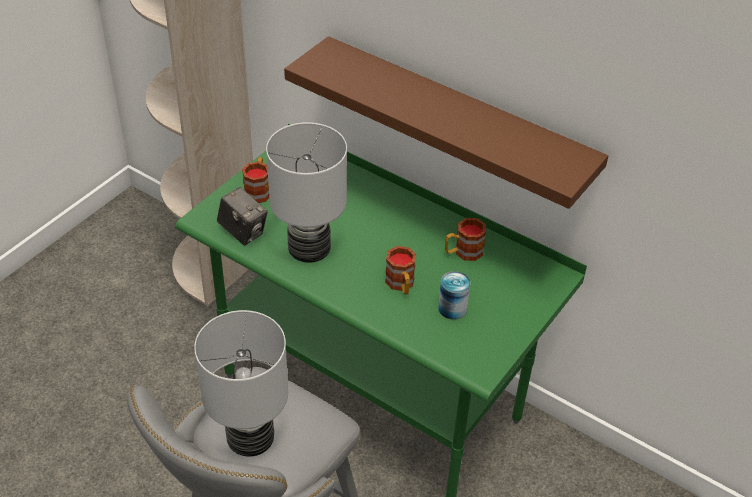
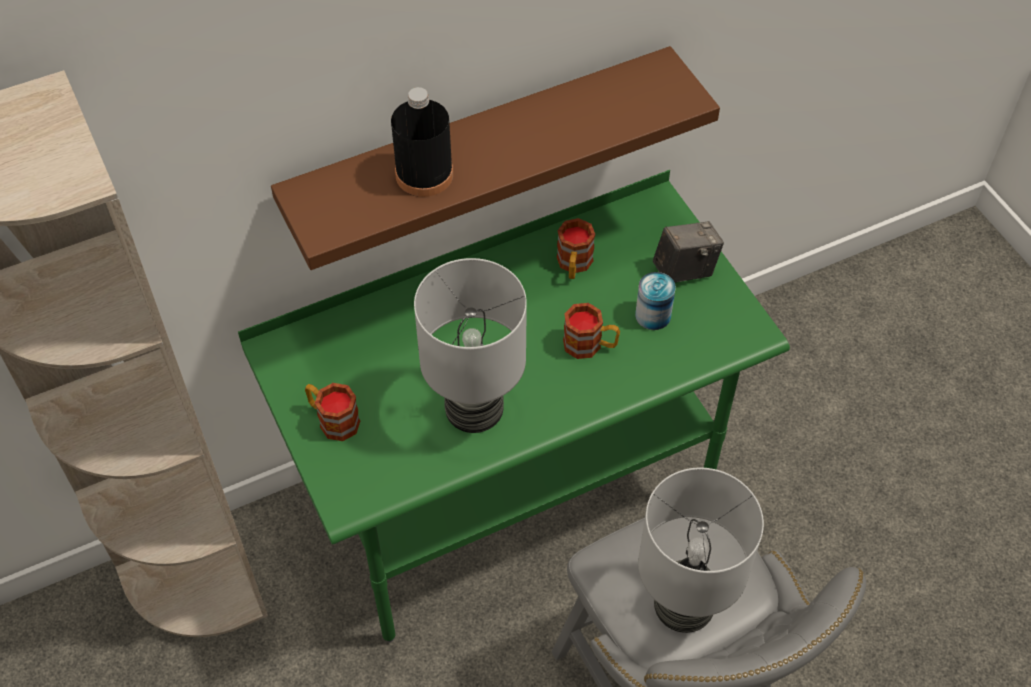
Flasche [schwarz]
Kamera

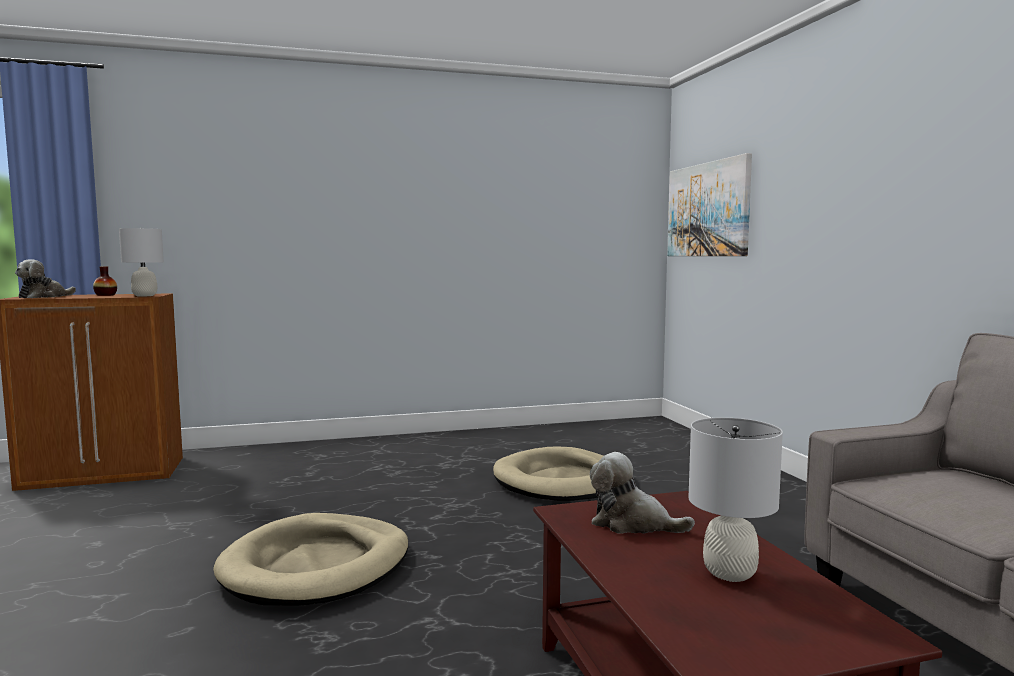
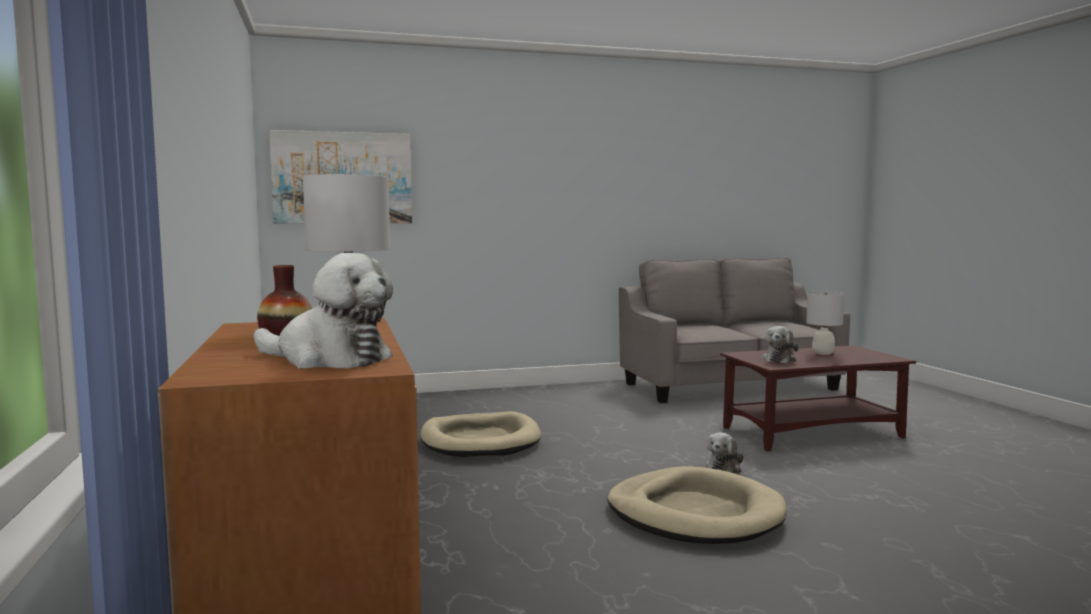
Plüschtier (no. 2 from left)

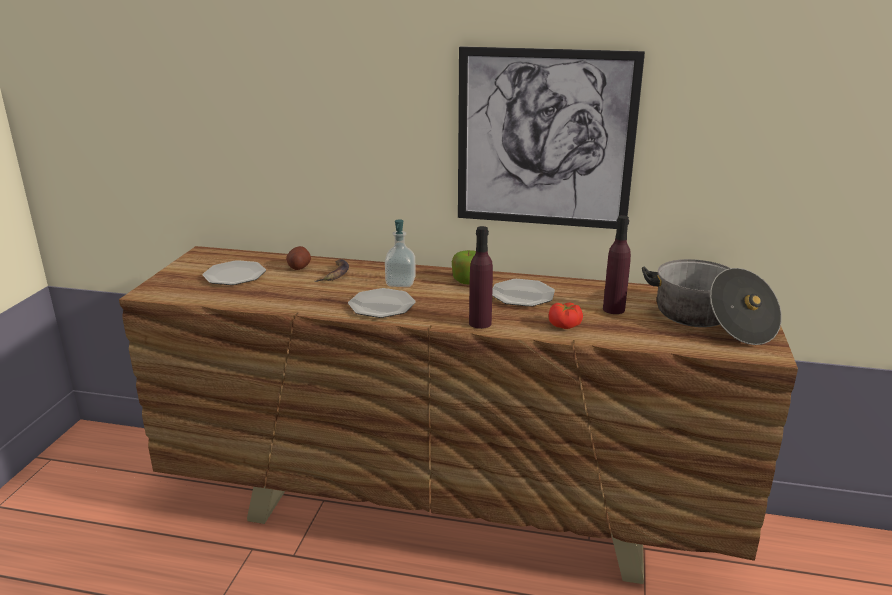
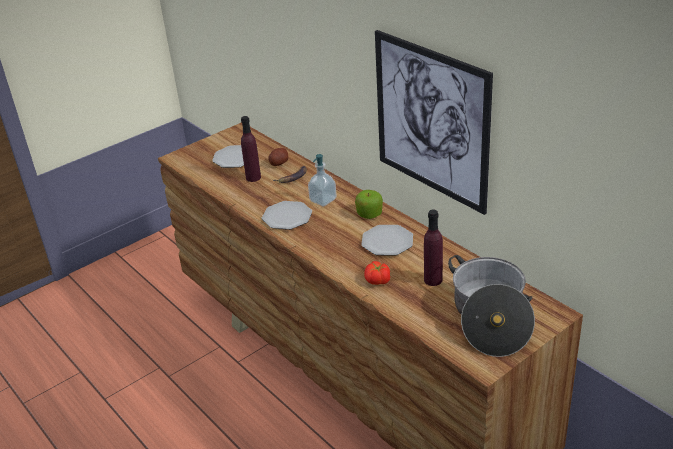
Flasche [lila] (no. 1 from left)

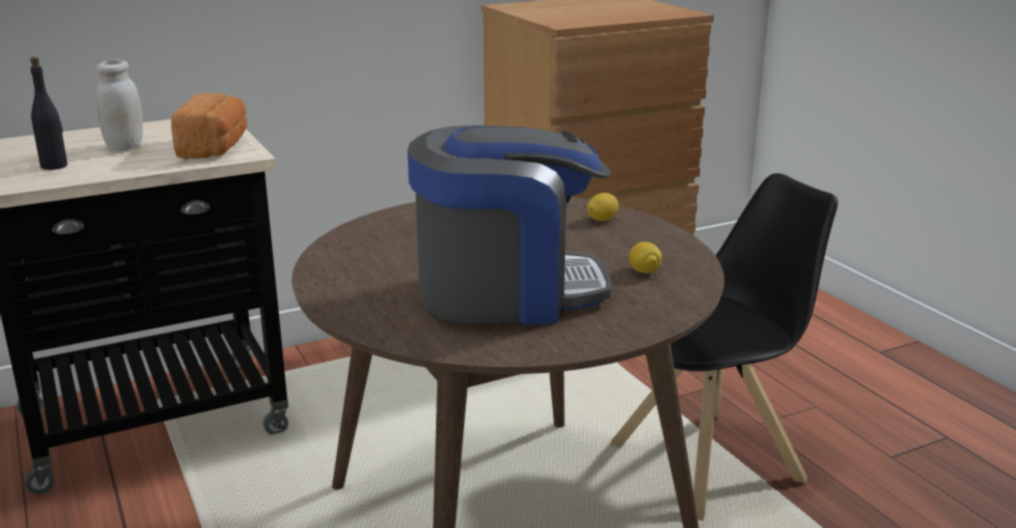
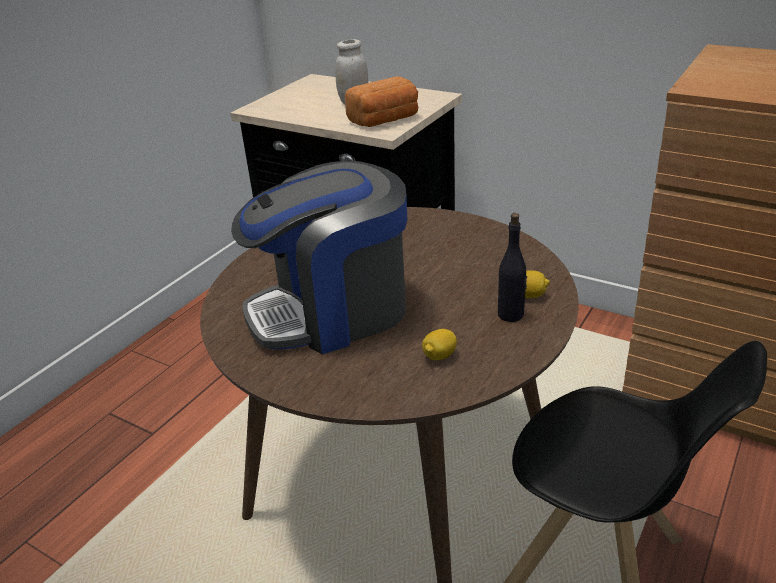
Kaffeemaschine
Flasche [schwarz]

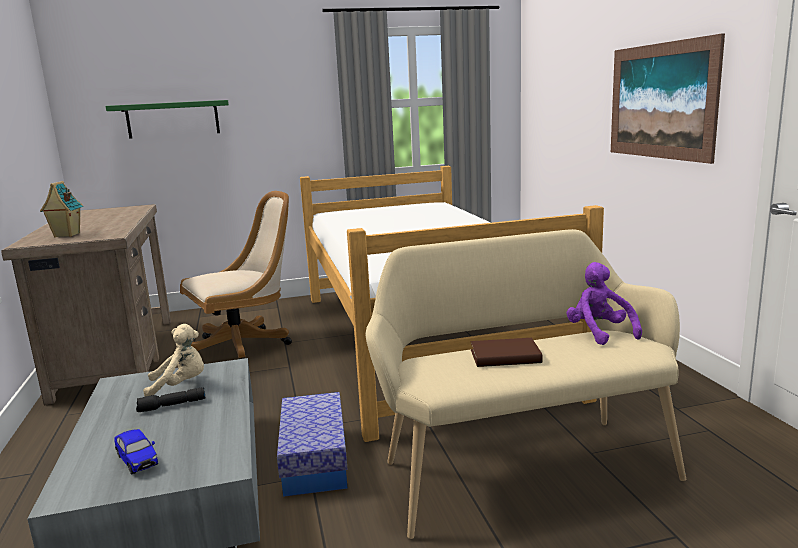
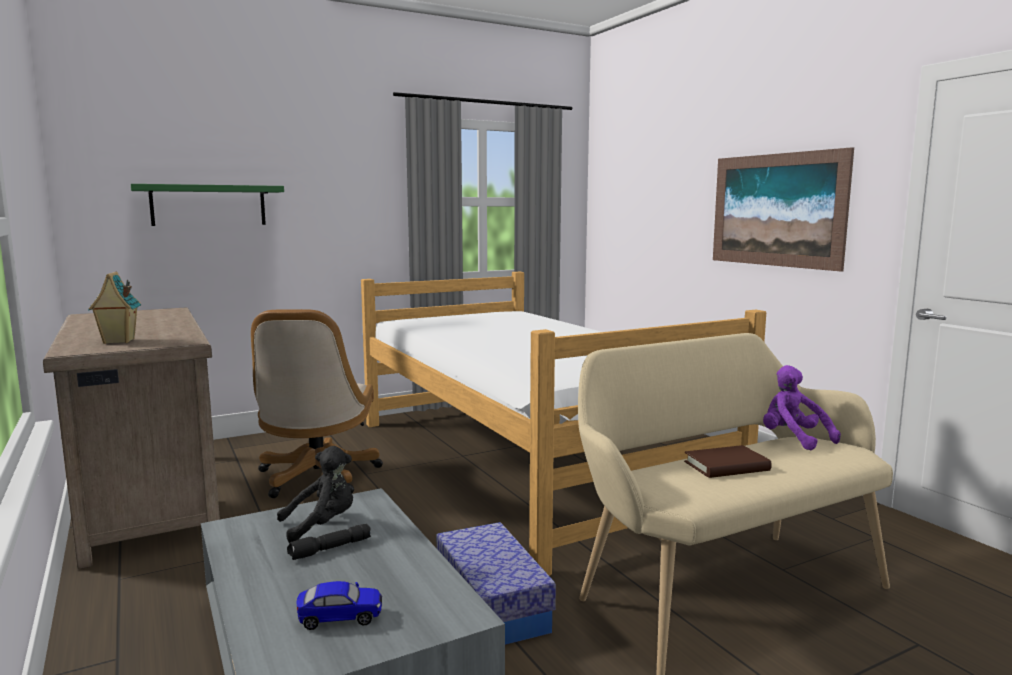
Bürostuhl
Plüschtier [schwarz]
Spielzeugauto

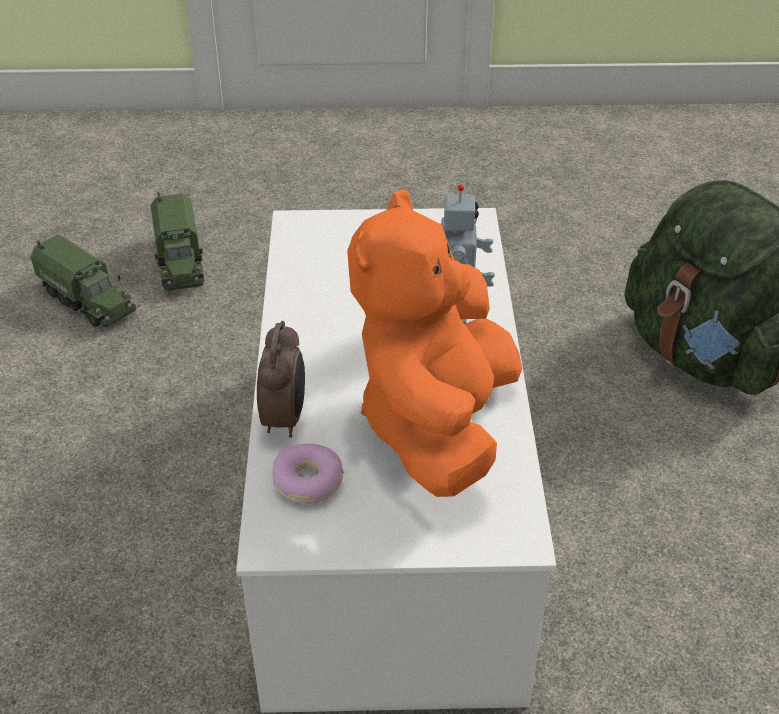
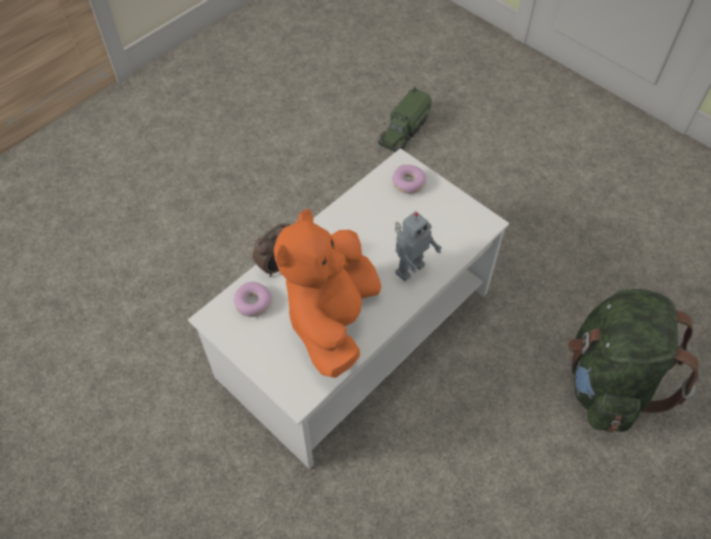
Plüschtier [orange]
Donut (no. 2 from left)
Spielzeuglaster (no. 1 from left in the first image)

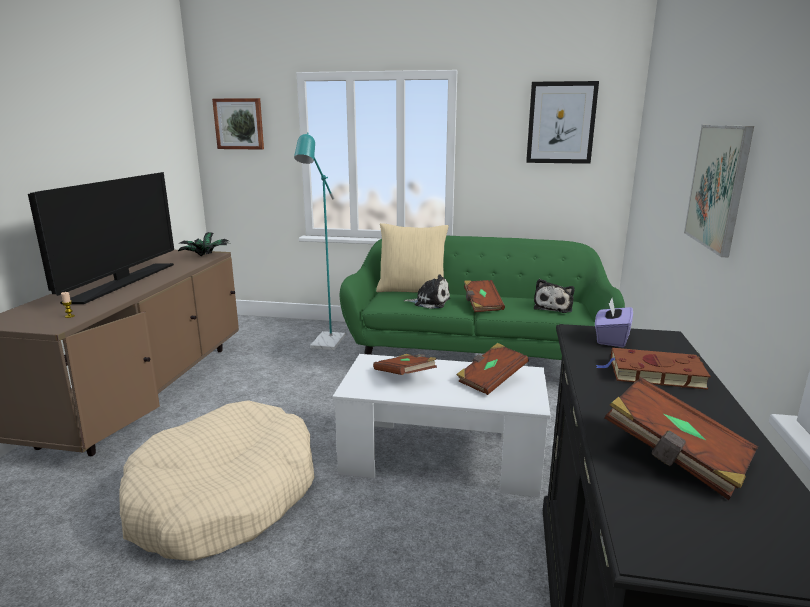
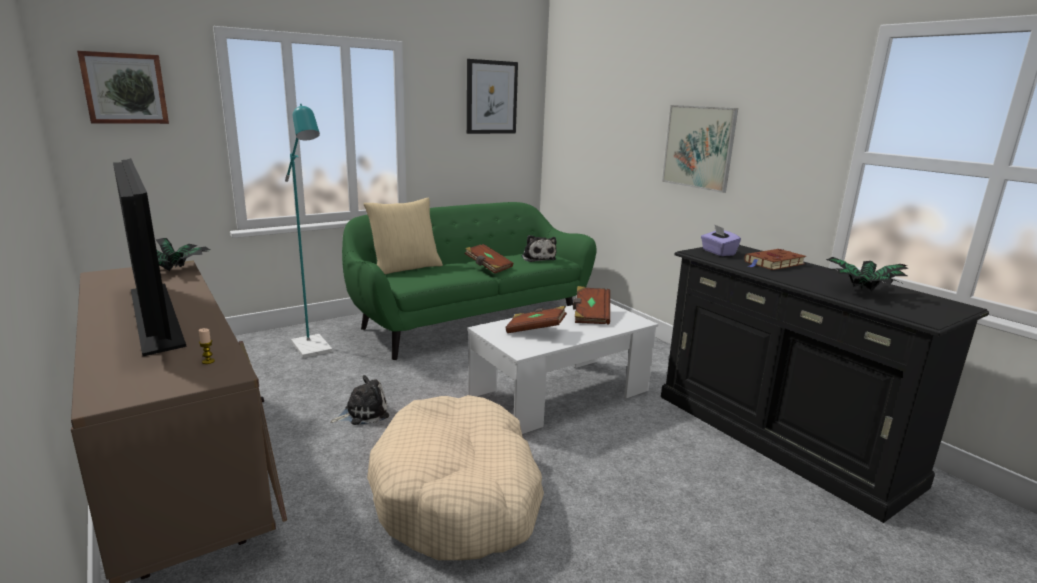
Plüschtier (no. 1 from left)
Topfpflanze (no. 2 from left)

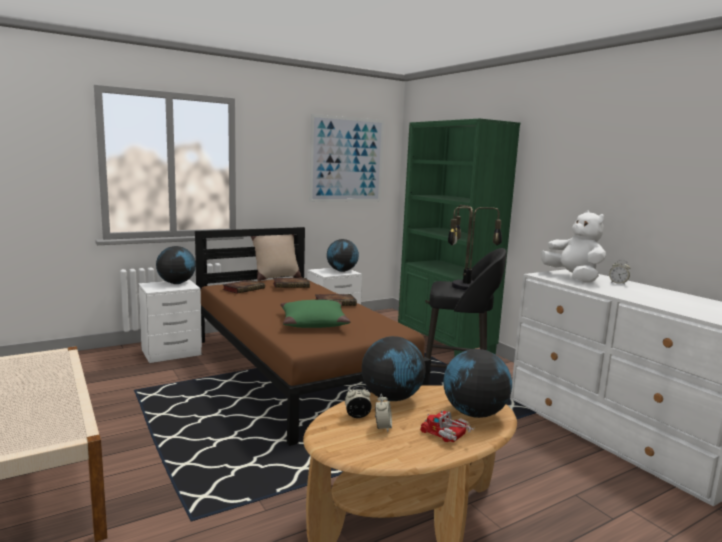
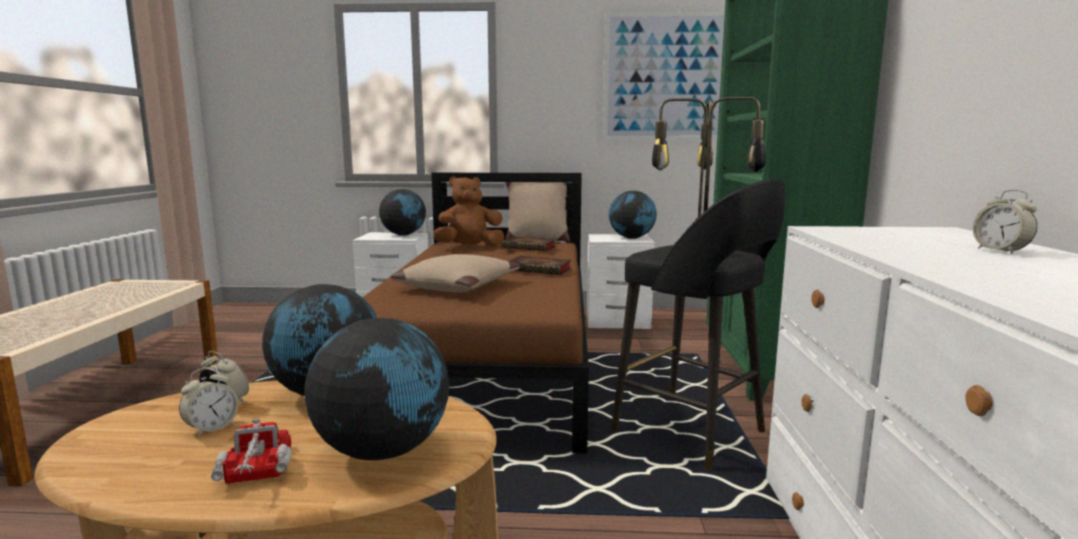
Kissen [beige] (no. 1 from left)
Plüschtier [braun]
Plüschtier [weiß]

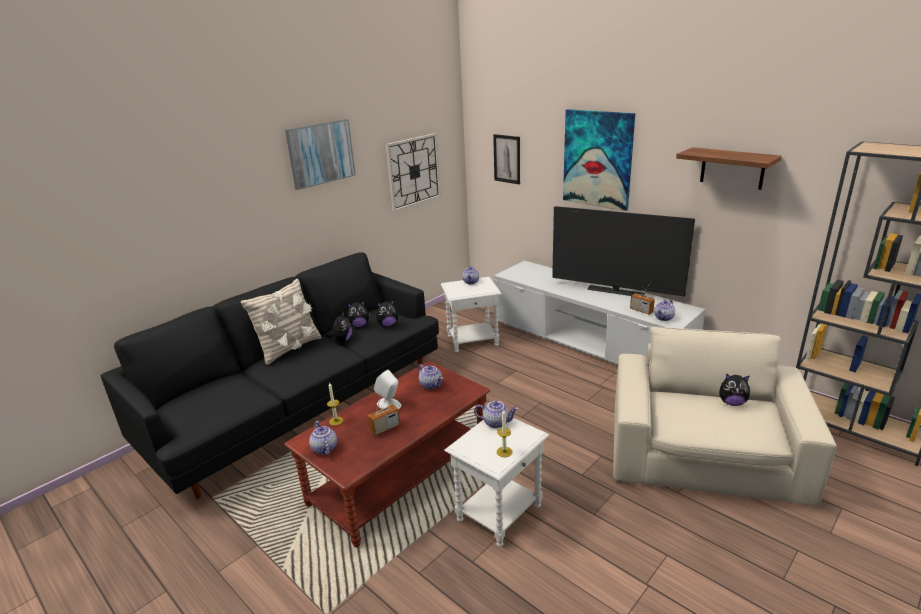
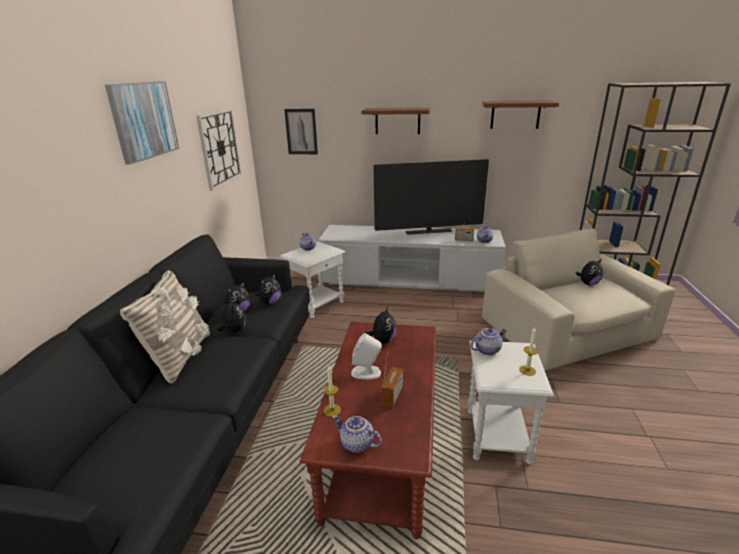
Wandregal (no. 1 from left)
Plüschtier (no. 4 from left)

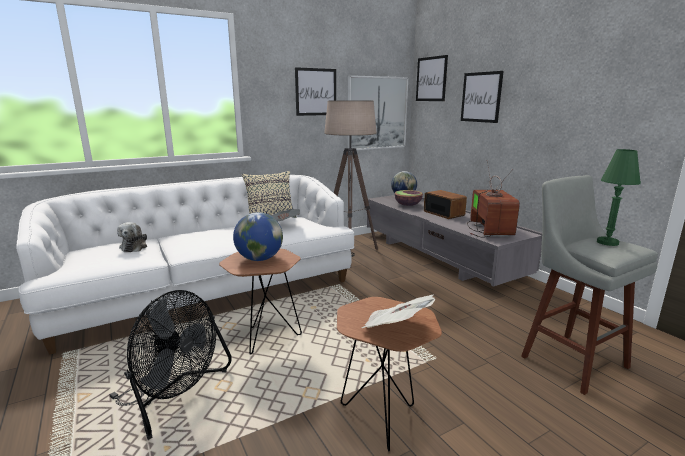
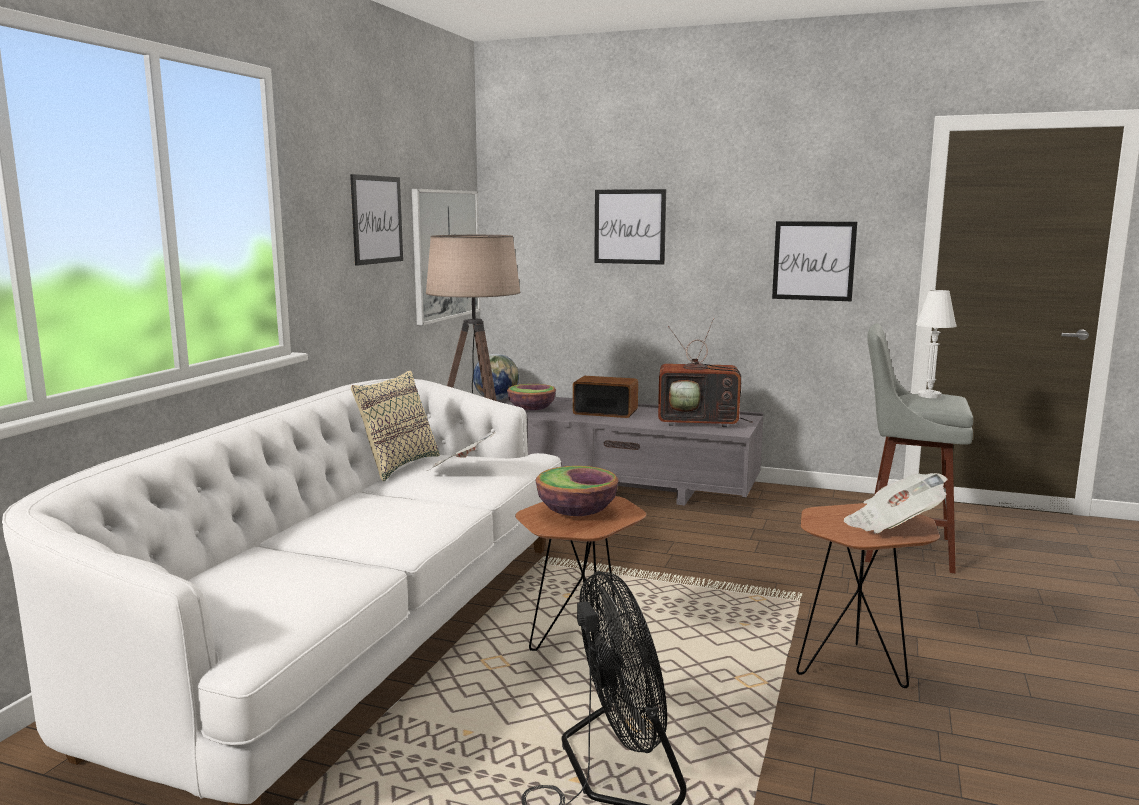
Schüssel (no. 2 from left)
Fernseher
Bild (no. 4 from left)
Tischlampe [weiß]
Plüschtier

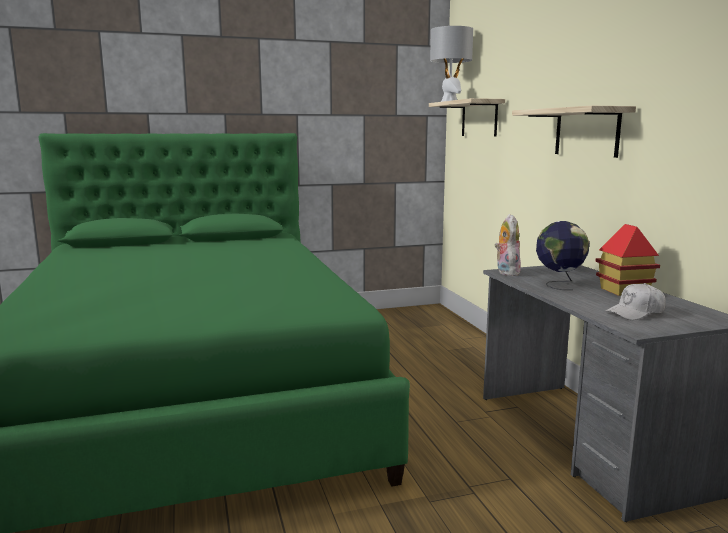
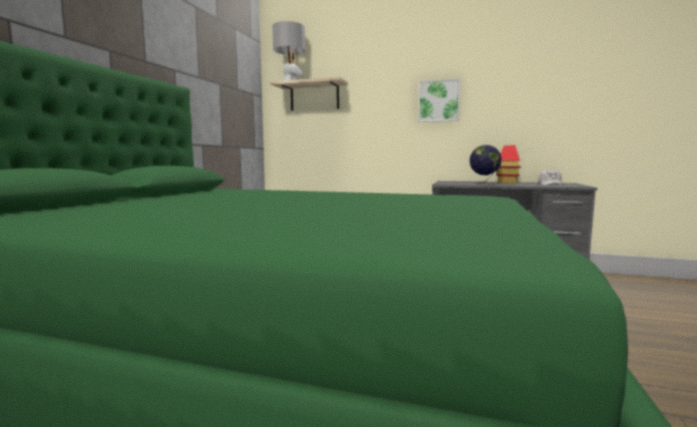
Bild
Plüschtier

